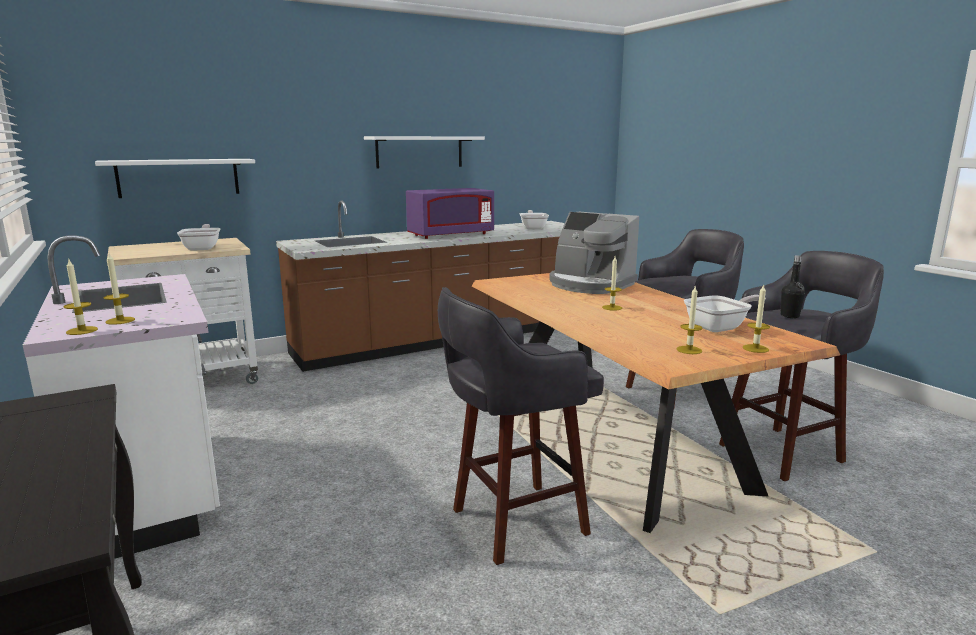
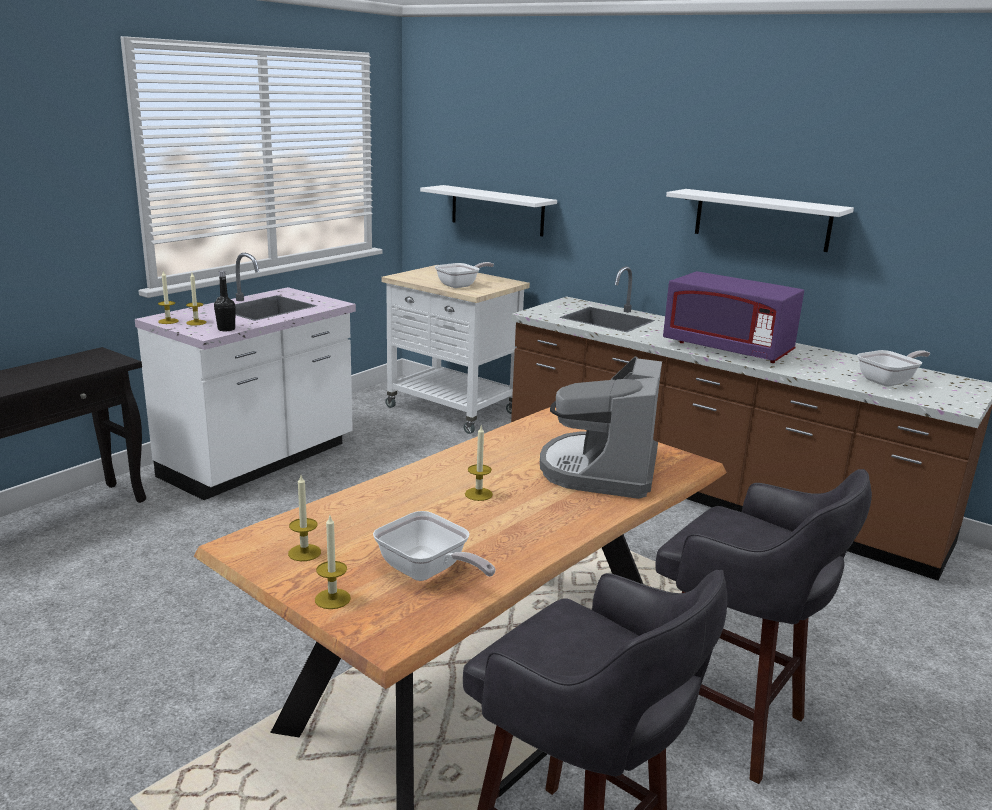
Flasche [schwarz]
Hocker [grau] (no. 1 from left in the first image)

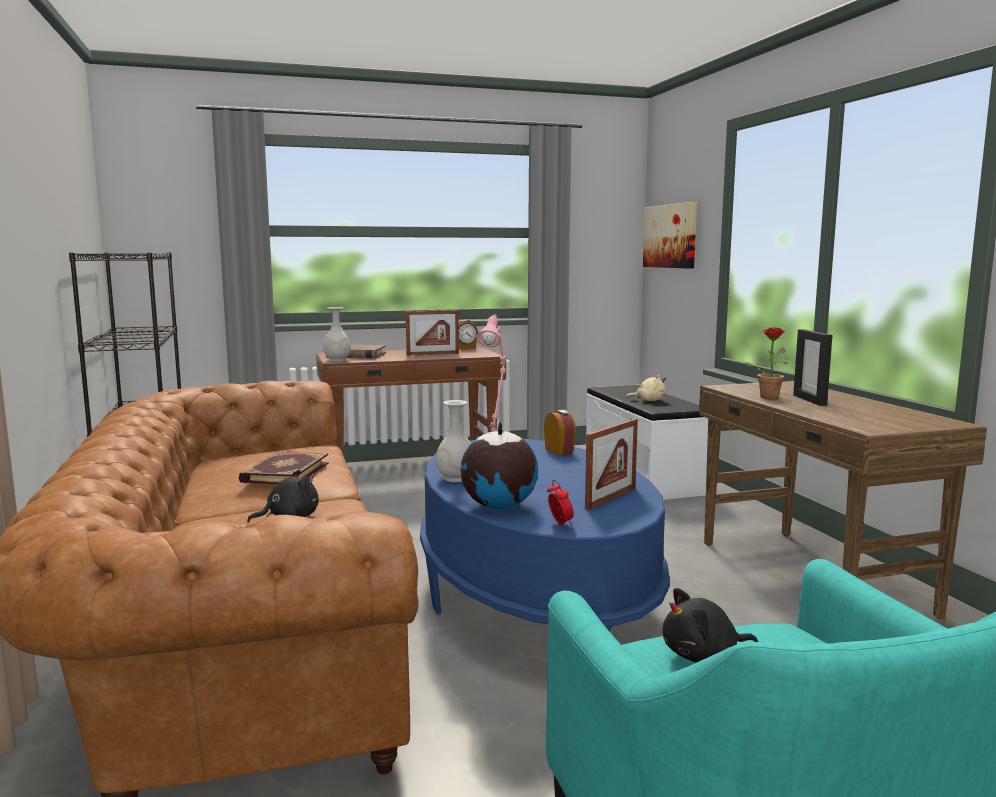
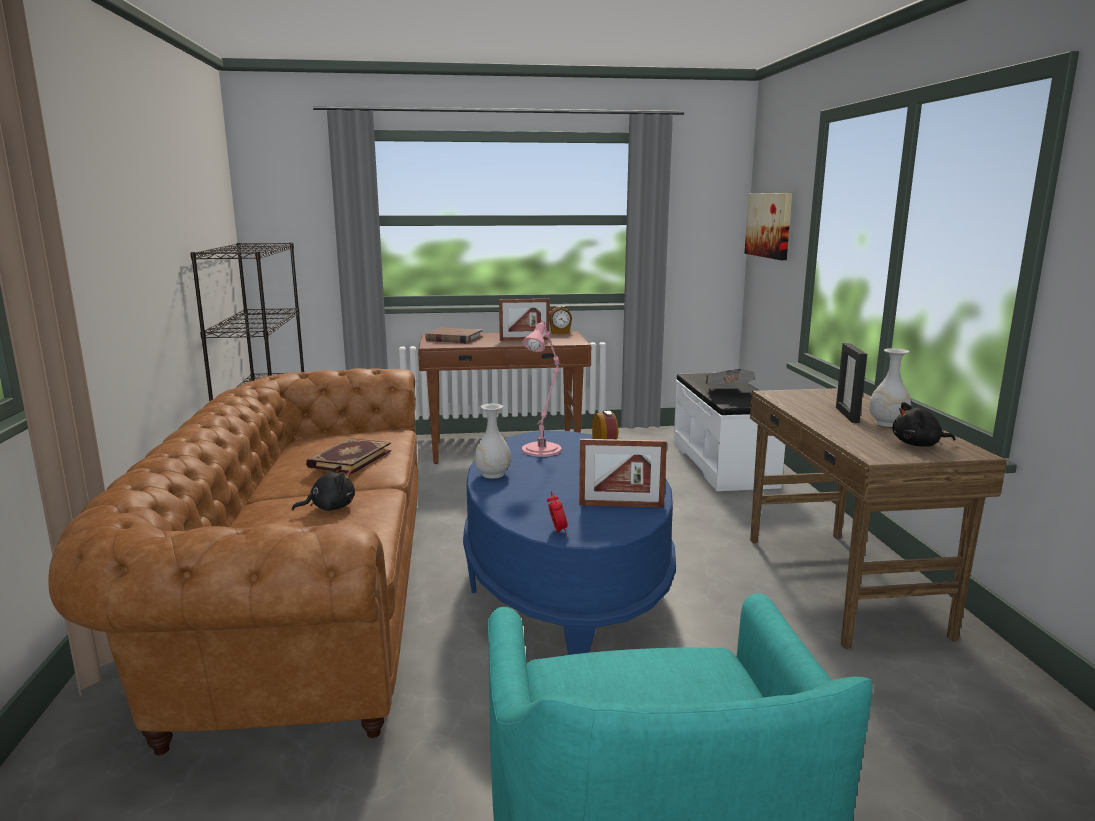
Bilderrahmen (no. 2 from left)
Zeitung
Vase [weiß] (no. 2 from left)
Plüschtier [schwarz] (no. 2 from left)
Globus
Topfpflanze

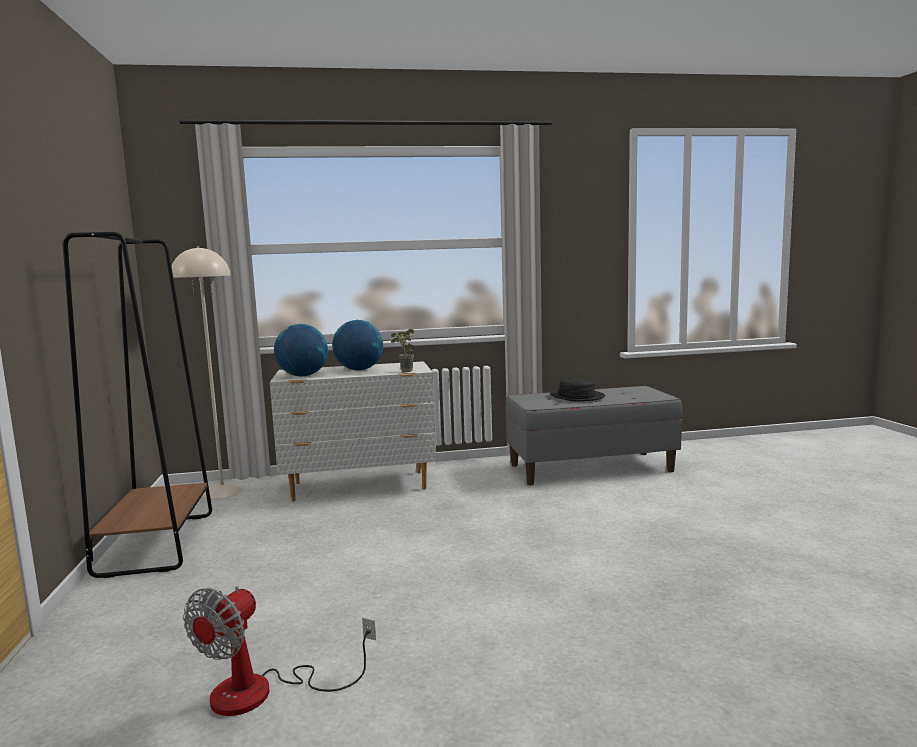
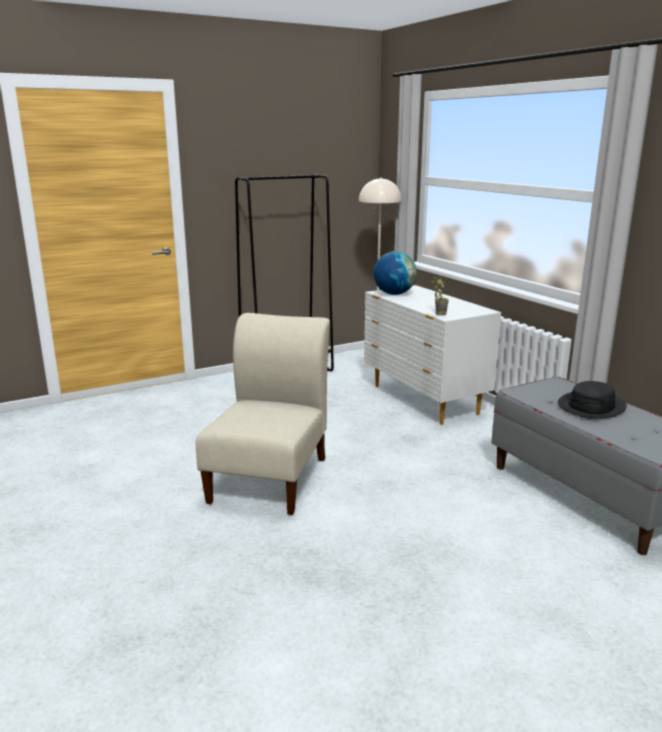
Stuhl [beige]
Ventilator
Globus (no. 2 from left in the first image)

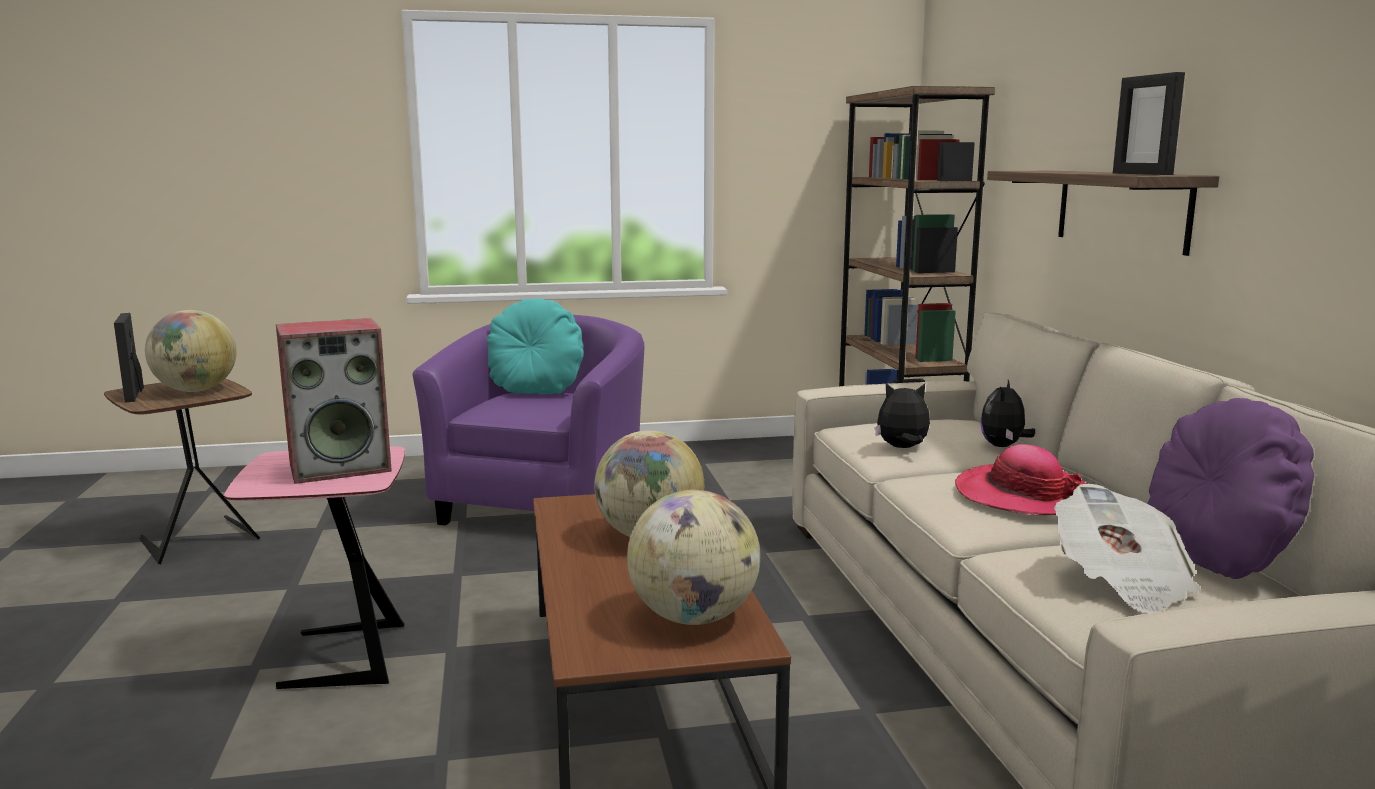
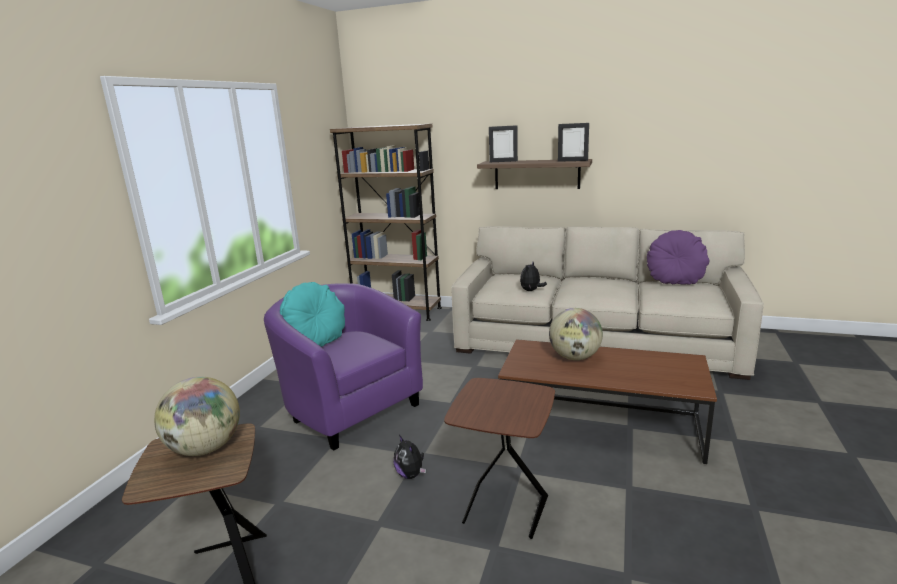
Plüschtier (no. 1 from left)
Beistelltisch [braun] (no. 2 from left)
Bilderrahmen (no. 1 from left)
Lautsprecher
Globus (no. 3 from left in the first image)
Hut
Zeitung

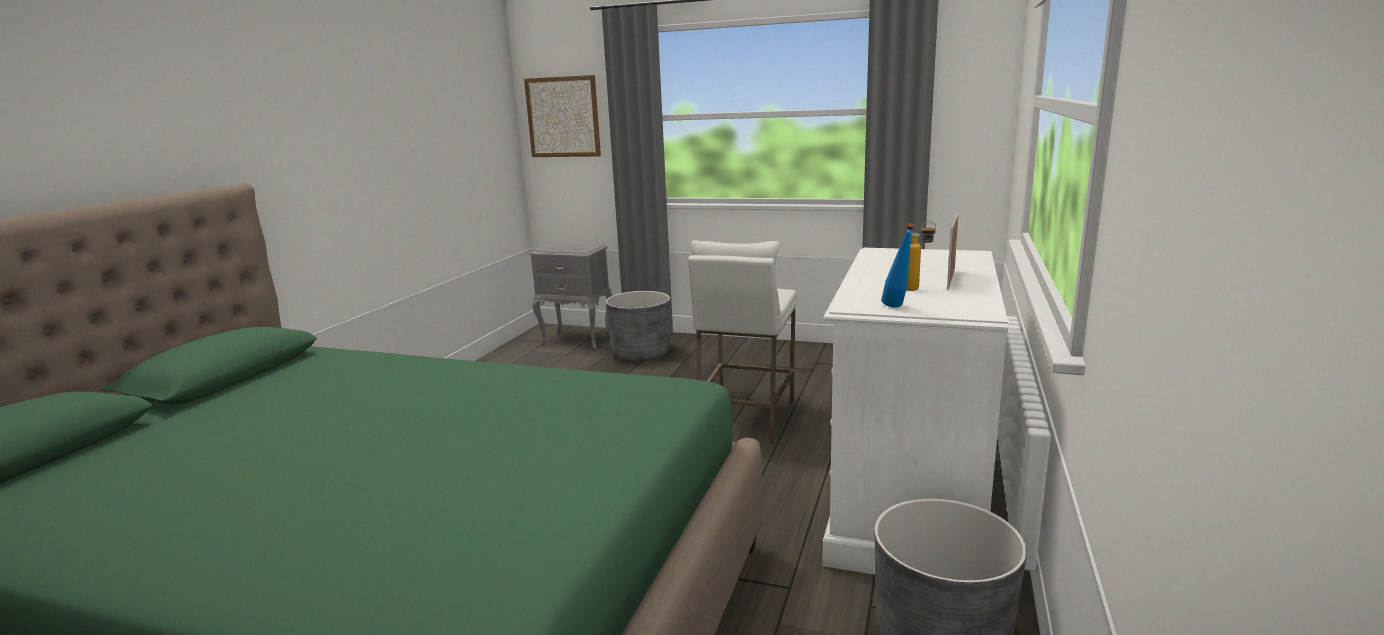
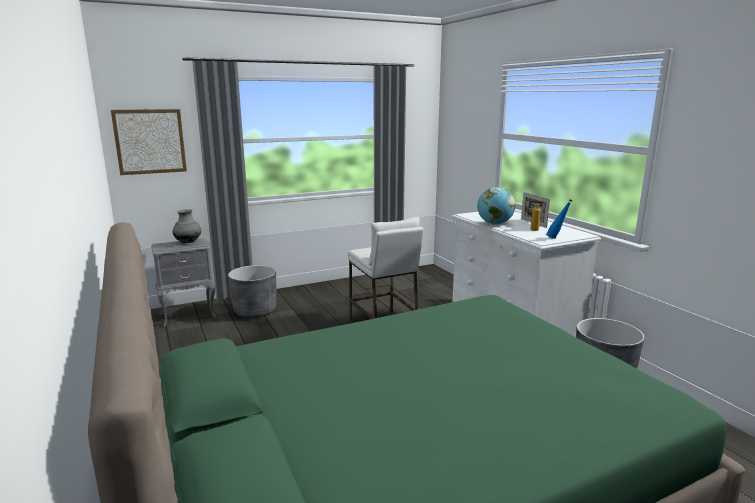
Vase [grau]
Globus

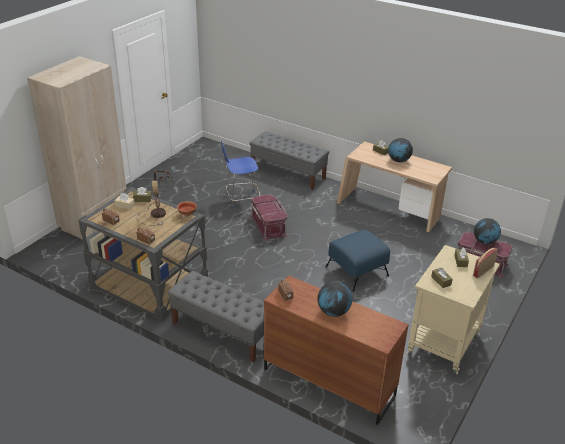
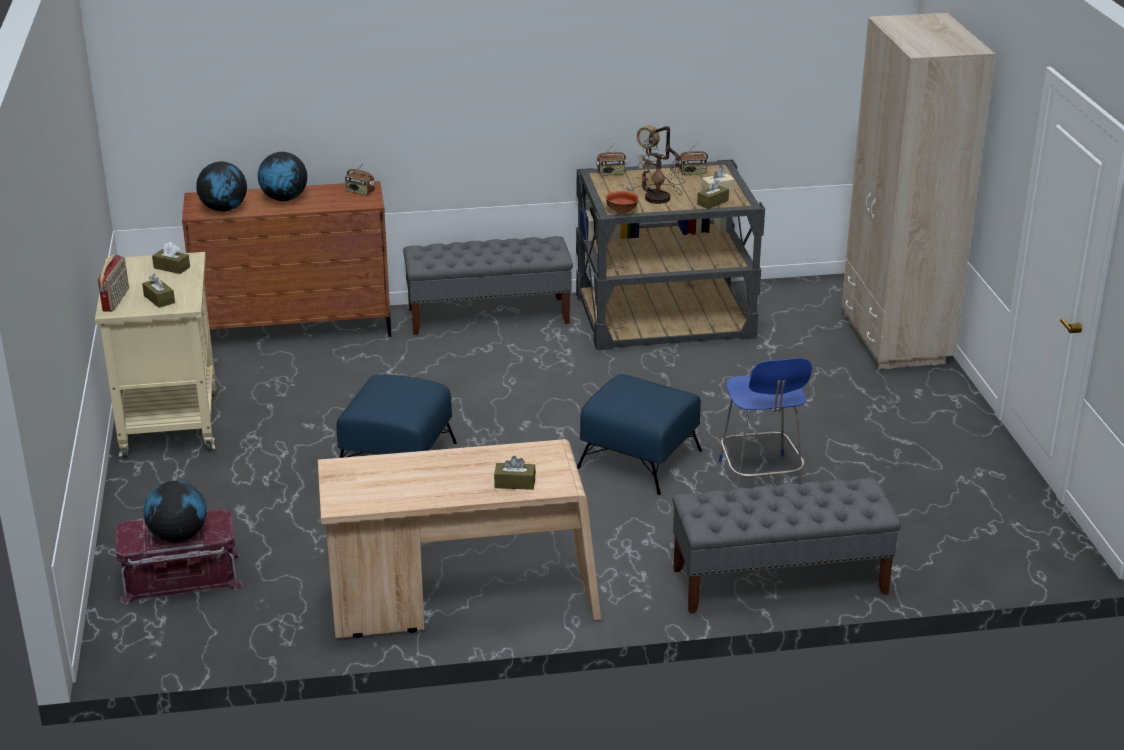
Globus (no. 2 from left)
Polsterhocker [blau] (no. 2 from left)
Stuhl [blau]

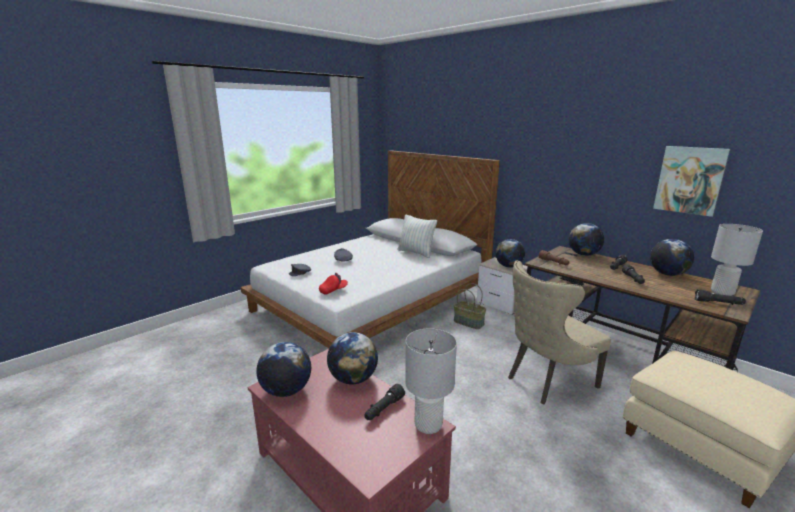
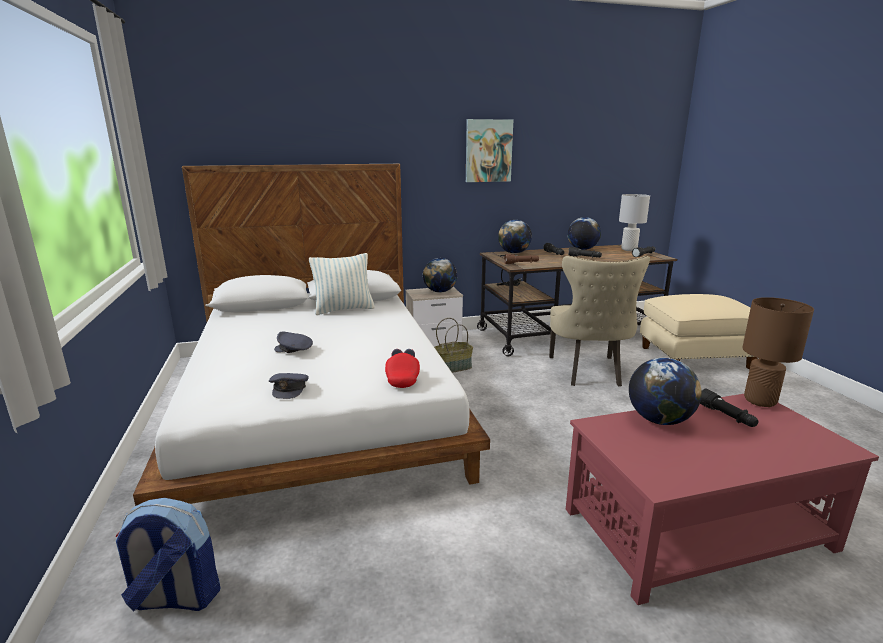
Rucksack
Bild
Tischlampe [braun]
Globus (no. 1 from left in the first image)

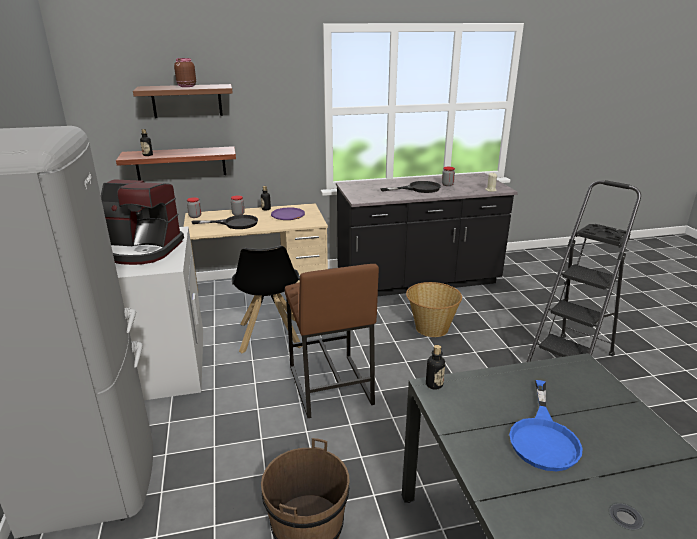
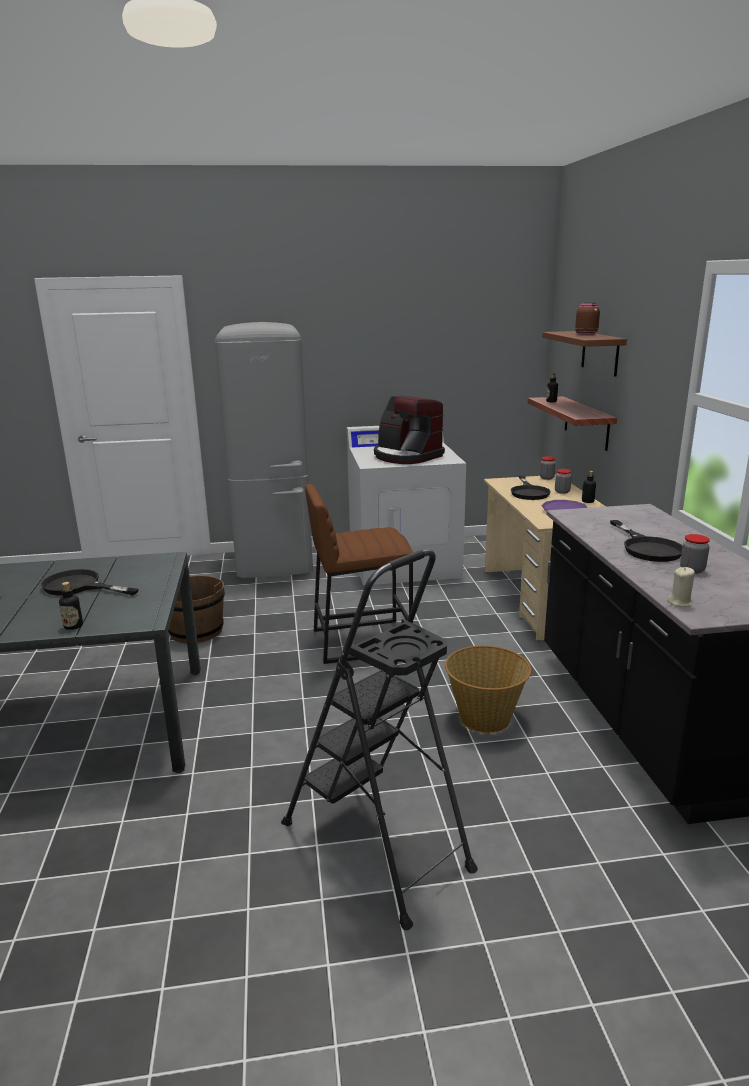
Pfanne [schwarz] (no. 1 from left)
Flasche (no. 1 from left)
Kaffeemaschine
Stuhl [schwarz]

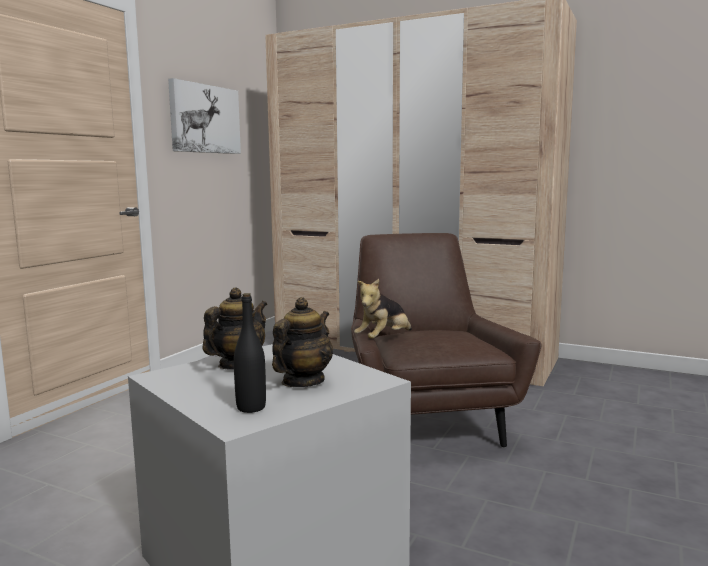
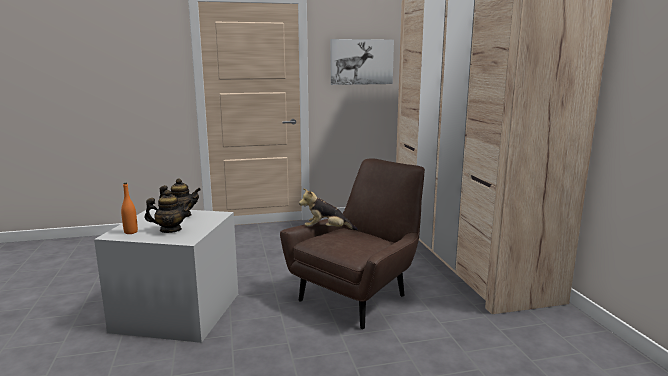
Flasche [orange]

